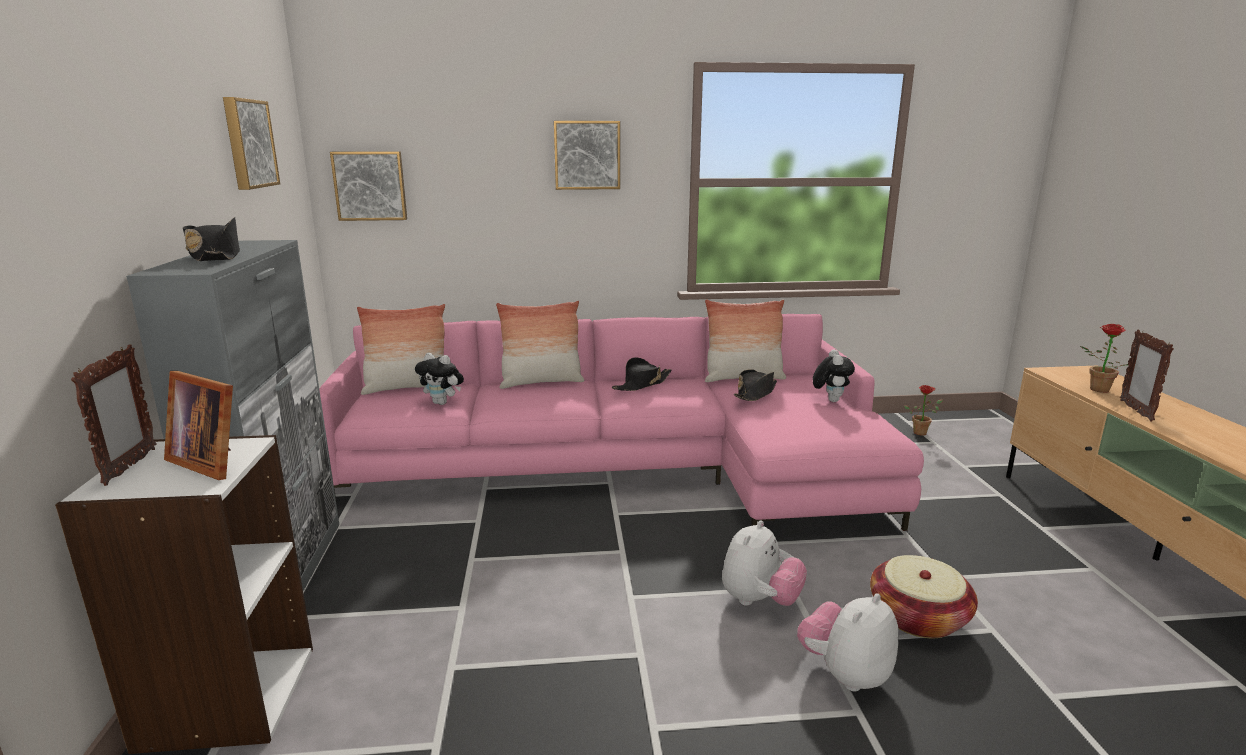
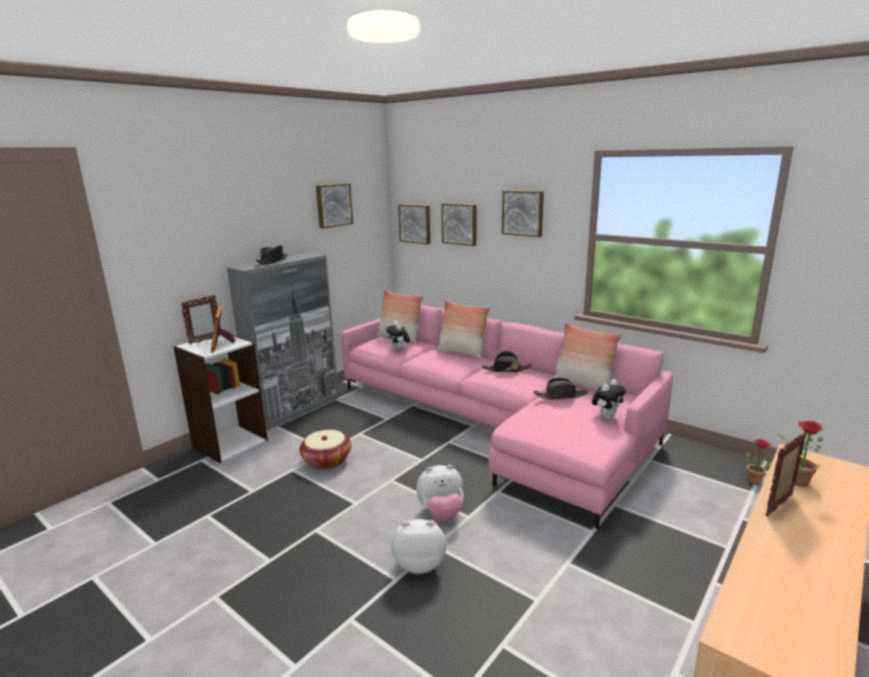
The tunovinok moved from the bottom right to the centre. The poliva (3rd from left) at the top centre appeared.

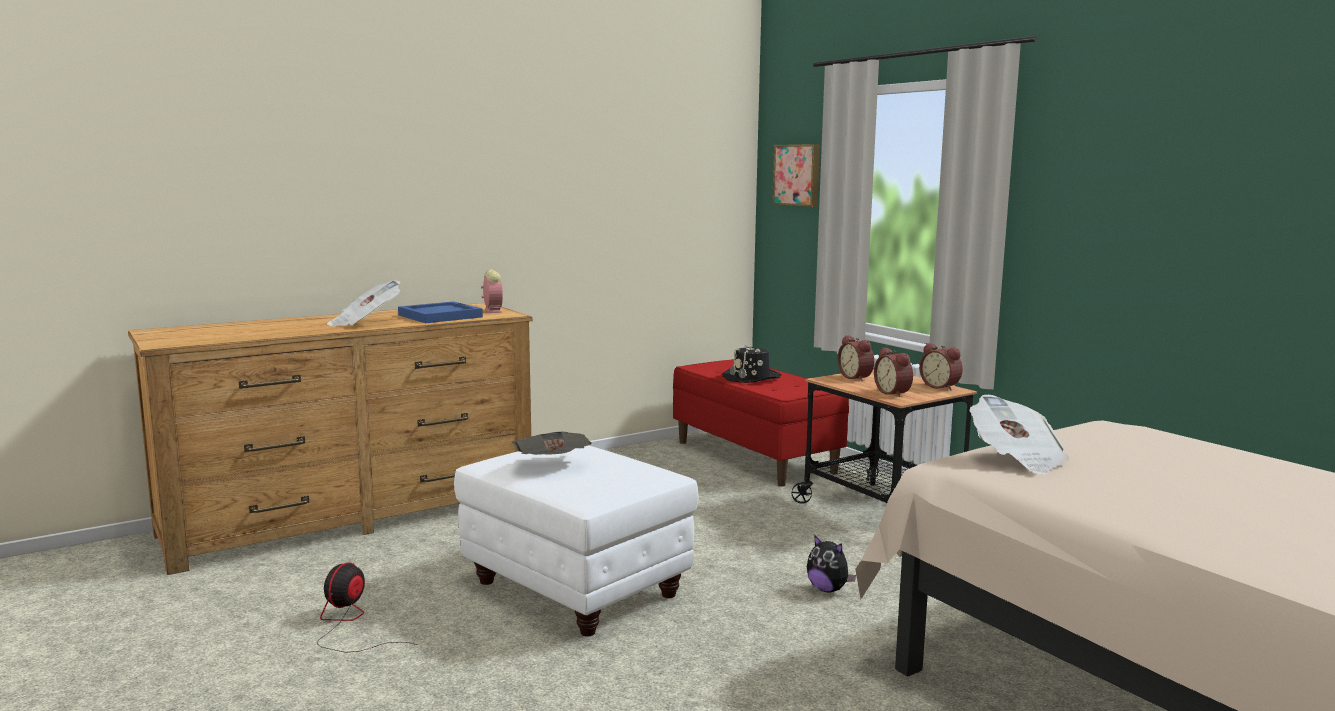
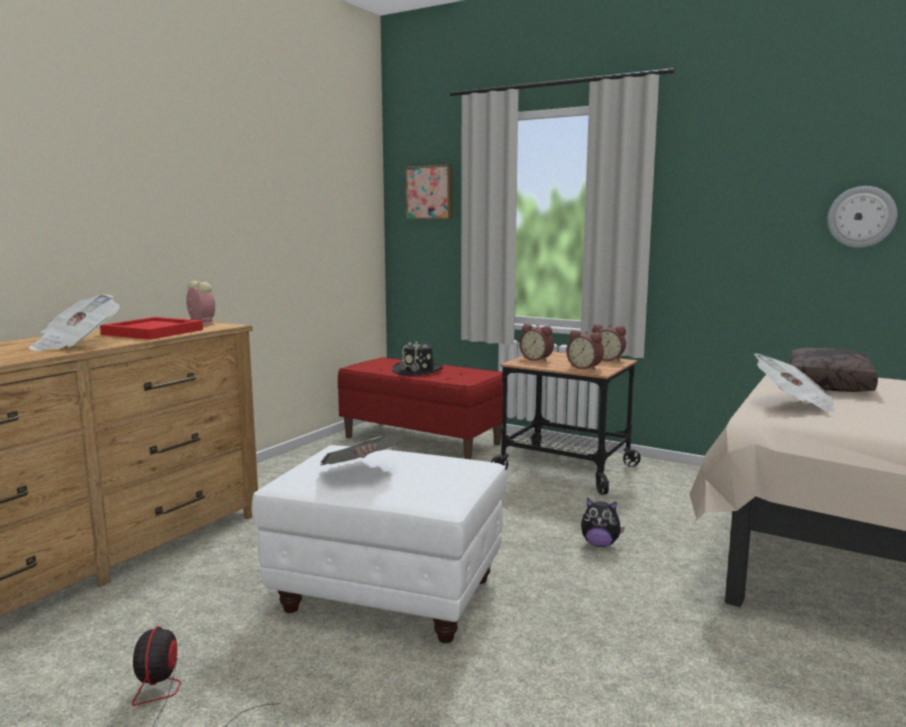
The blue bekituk at the middle left became the red bekituk at the middle left. The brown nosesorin at the middle right appeared. The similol at the top right appeared.

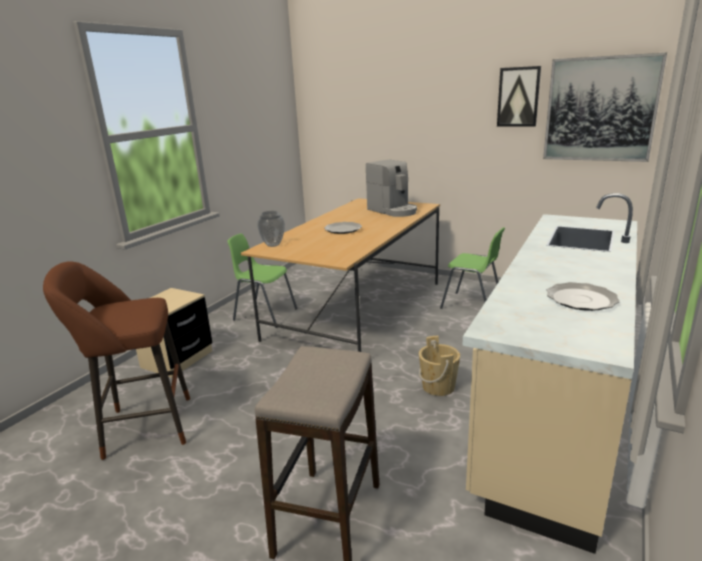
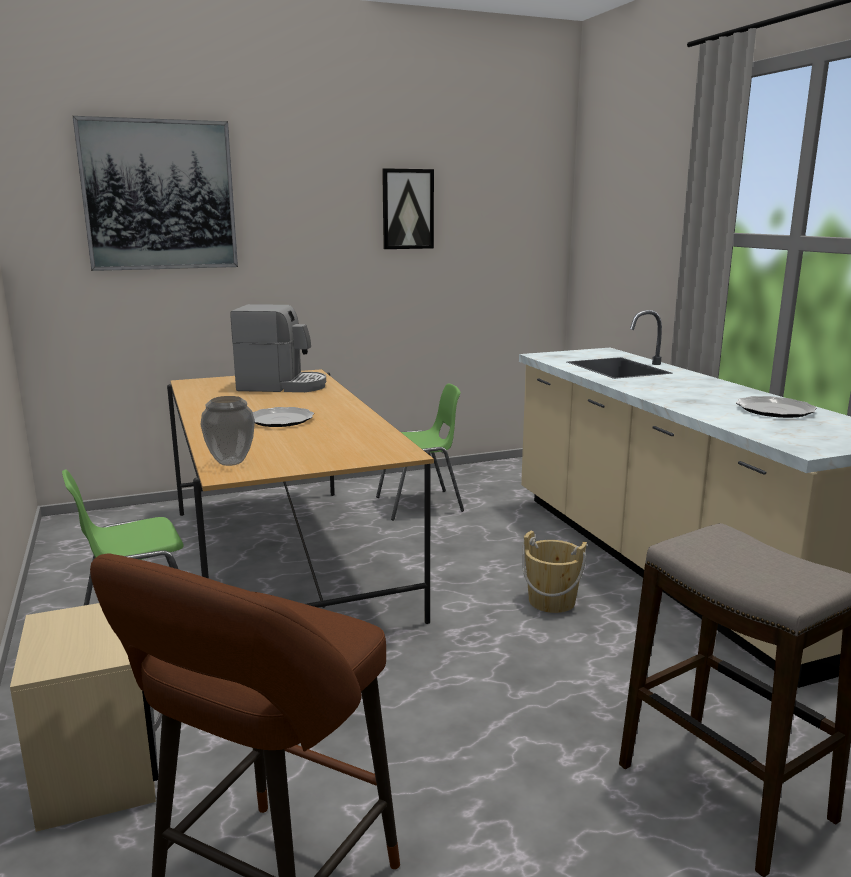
The poliva (2nd from left in the first image) moved from the top right to the top left.

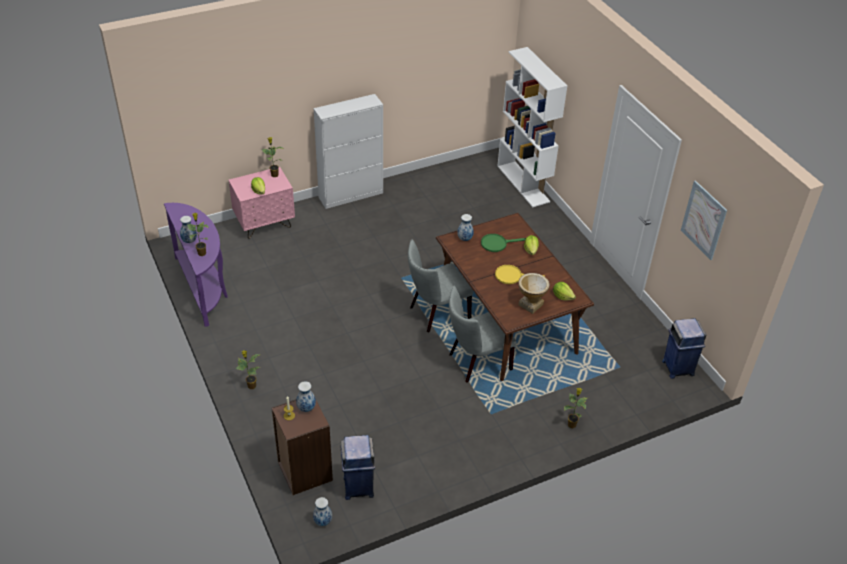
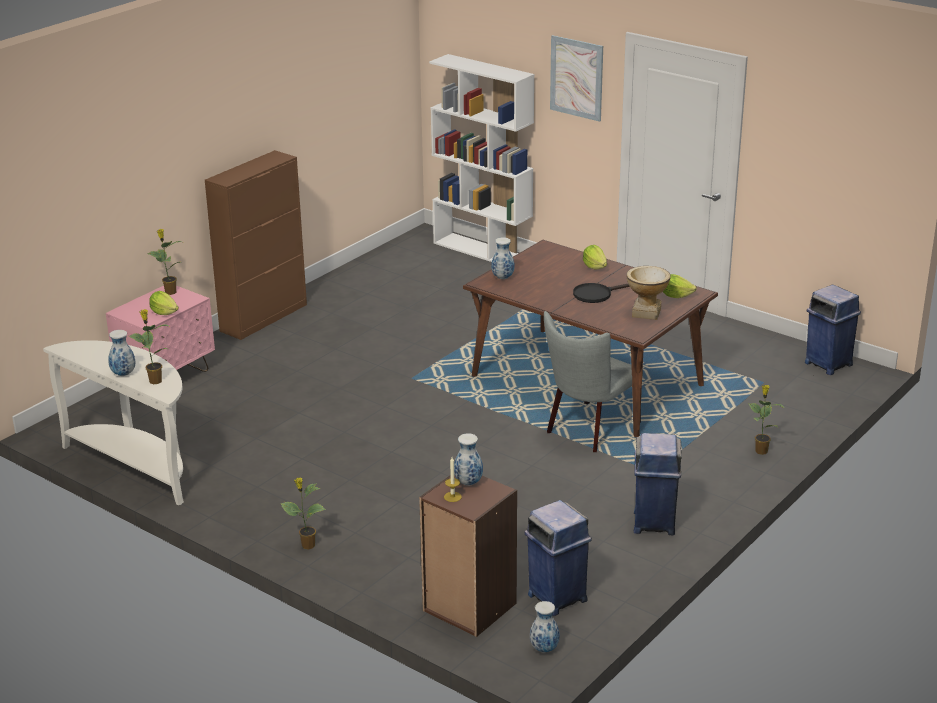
The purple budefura at the middle left became the white budefura at the middle left. The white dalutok at the top centre became the brown dalutok at the middle left. The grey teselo (1st from left) at the centre disappeared. The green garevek at the centre disappeared. The yellow garevek at the centre became the black garevek at the centre. The poliva moved from the middle right to the top centre. The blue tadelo (2nd from left) at the bottom right appeared.

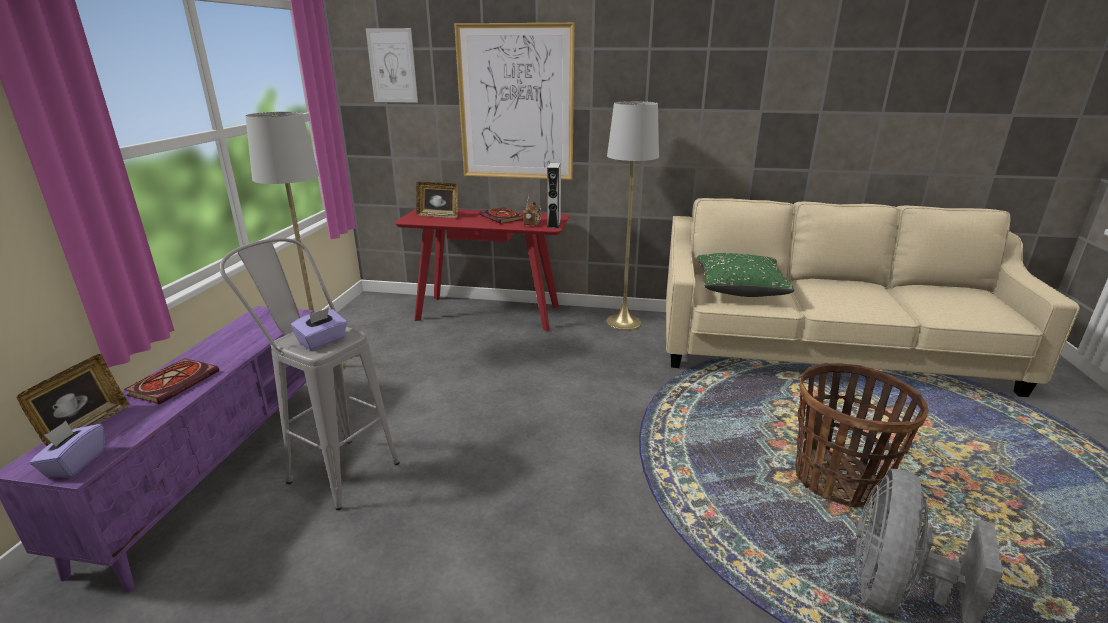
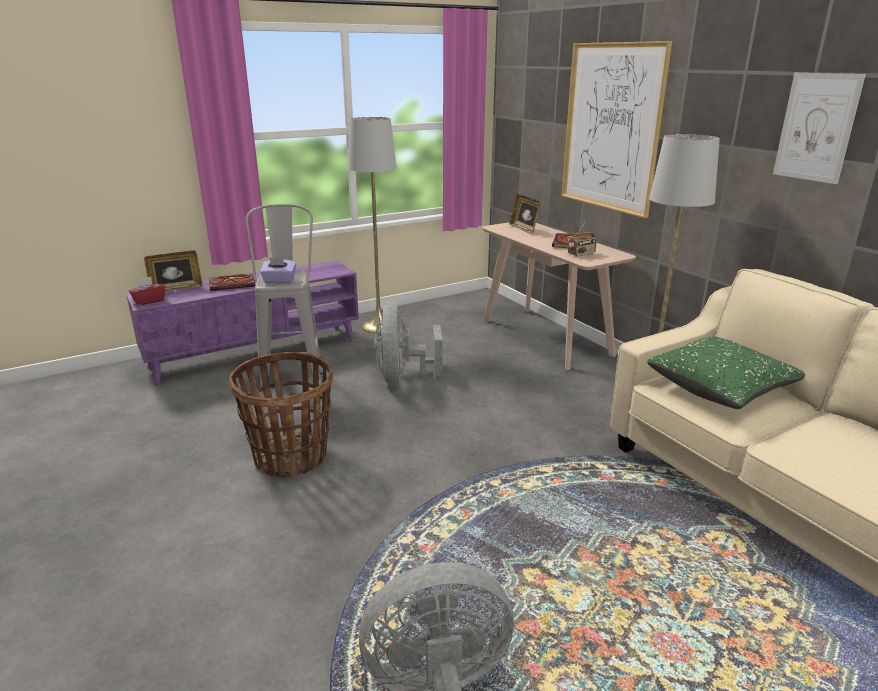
The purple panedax (1st from left) at the bottom left became the red panedax at the middle left. The poliva (1st from left in the first image) moved from the top centre to the top right. The red budefura at the centre became the beige budefura at the centre. The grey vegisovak at the top centre disappeared. The tunovinok moved from the bottom right to the middle left. The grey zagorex (1st from left) at the centre appeared.

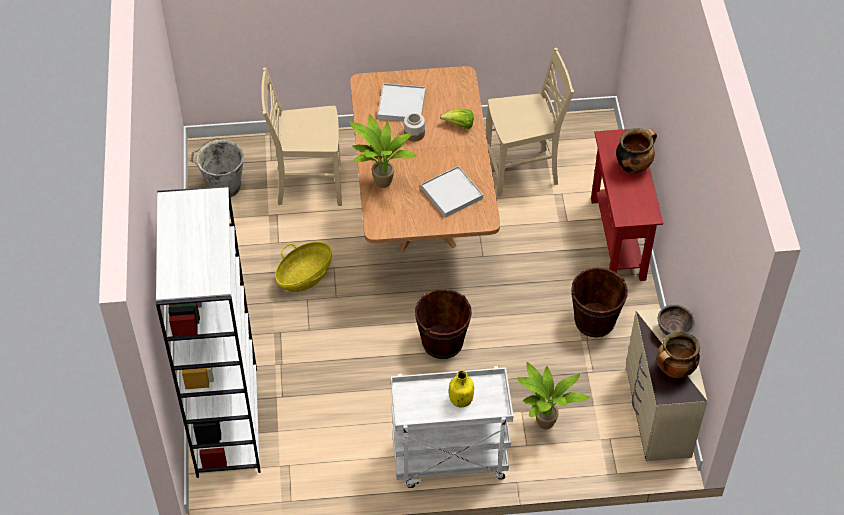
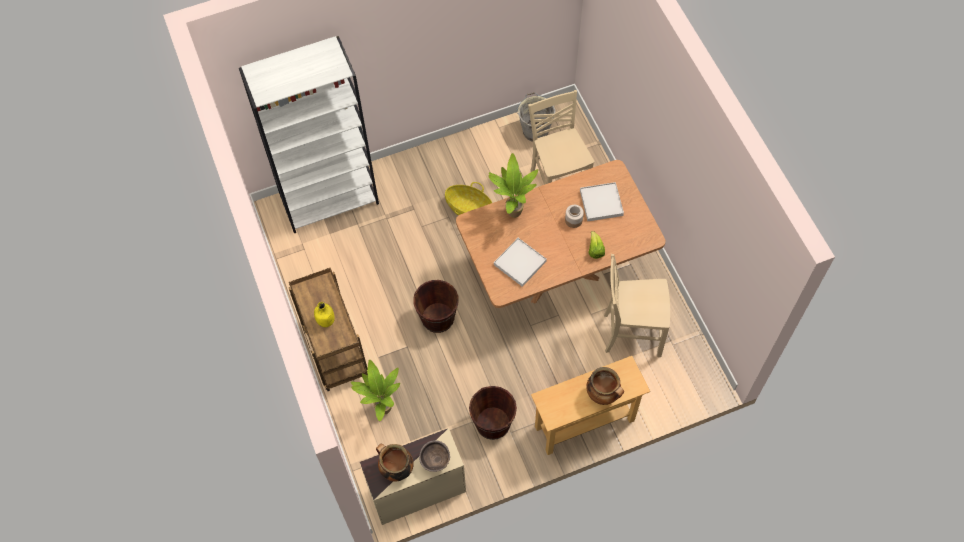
The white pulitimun at the bottom centre became the brown pulitimun at the centre. The beige teselo (2nd from left) at the top centre turned 120 degrees clockwise. The red budefura at the middle right became the beige budefura at the bottom centre.

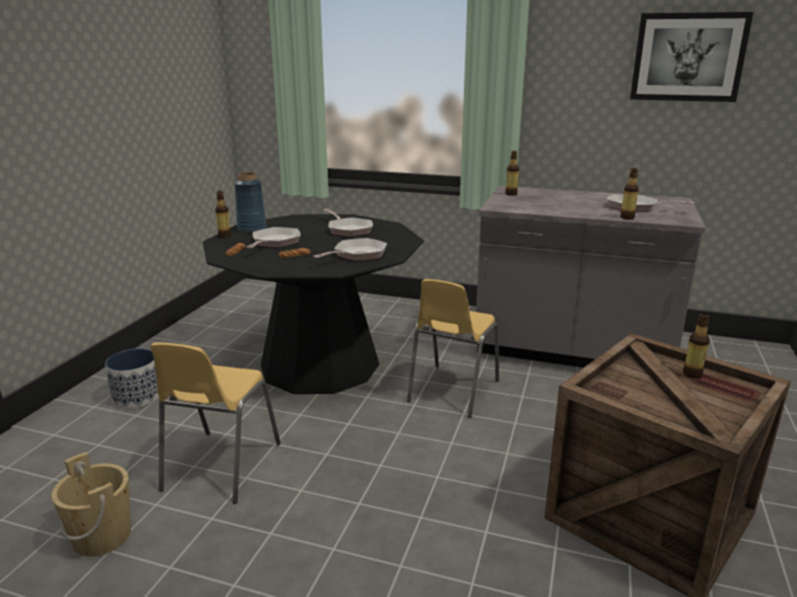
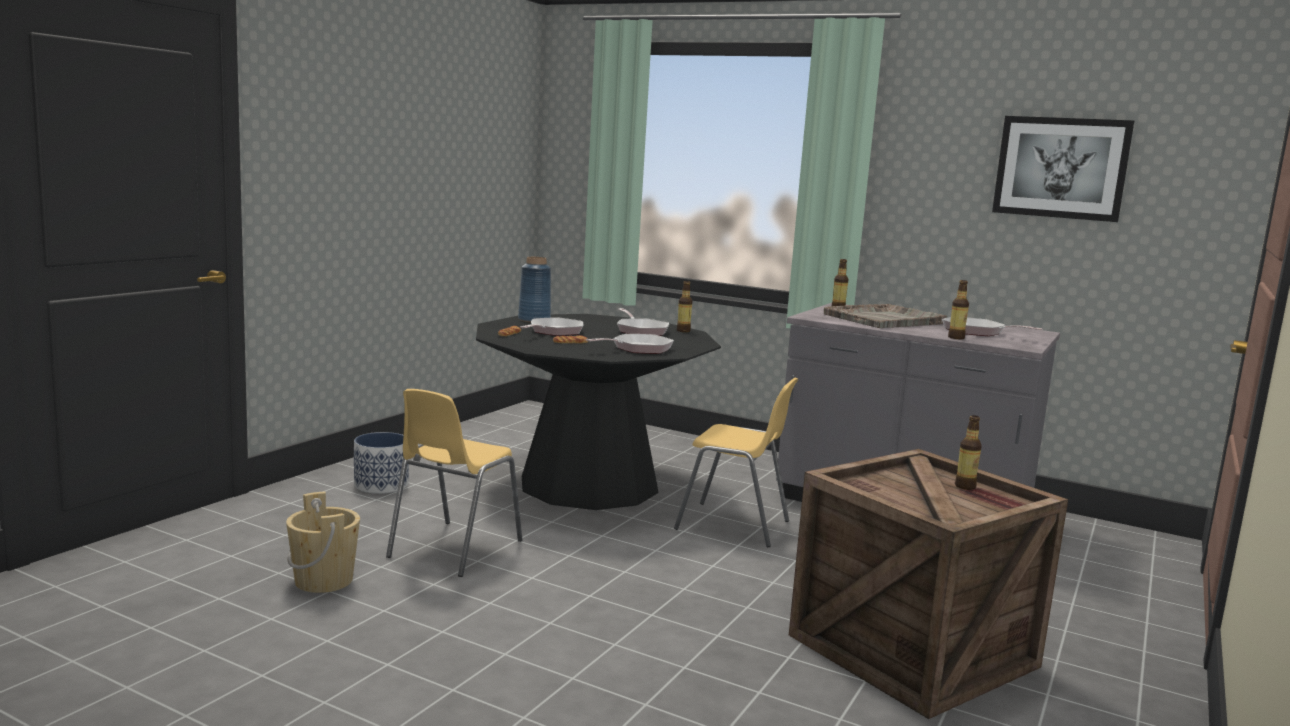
The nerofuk (1st from left) moved from the middle left to the centre. The yellow teselo (2nd from left) at the centre turned 105 degrees counterclockwise. The grey bekituk at the middle right appeared.

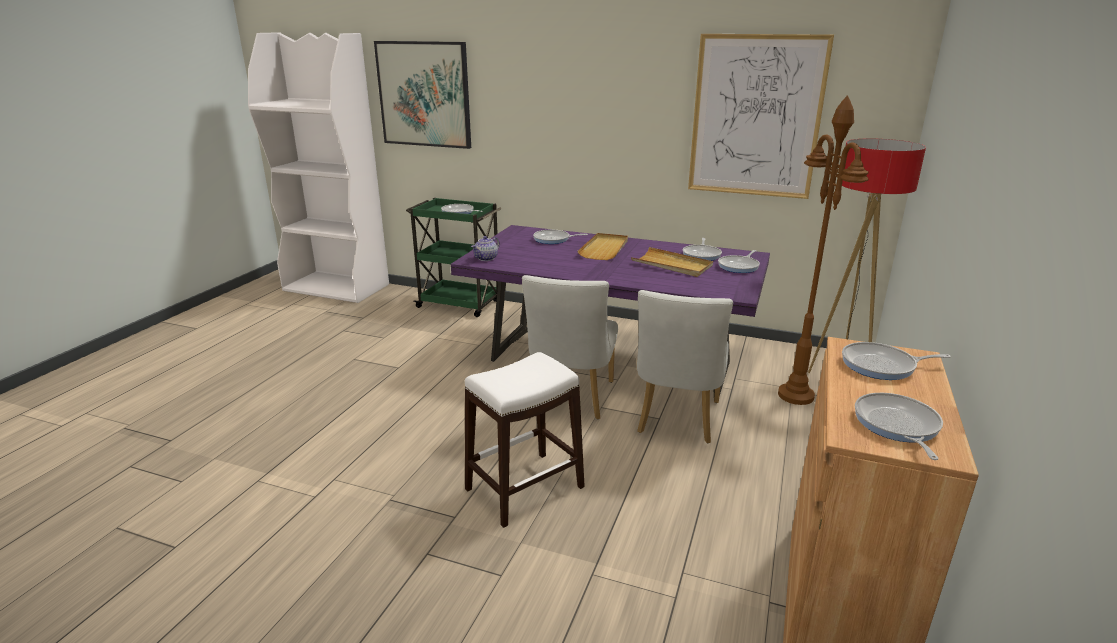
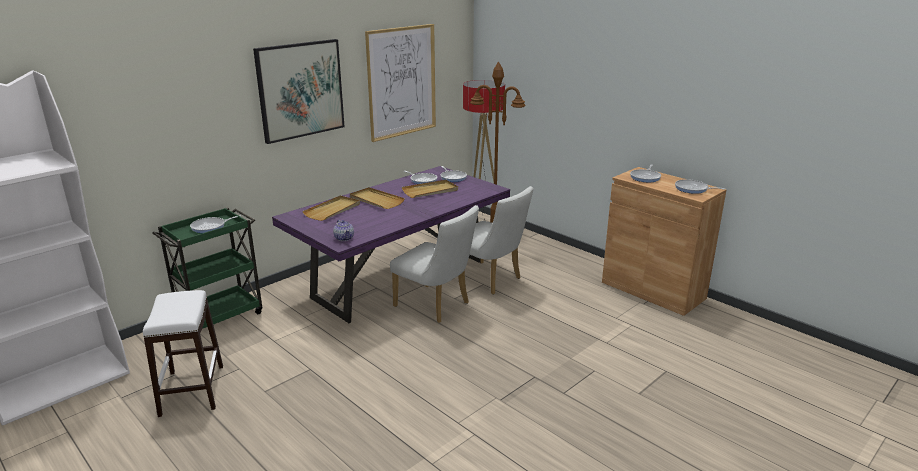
The poliva (1st from left) moved from the top centre to the top left. The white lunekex moved from the bottom centre to the bottom left. The garevek (2nd from left) at the centre was replaced by the beige bekituk (1st from left) at the centre.

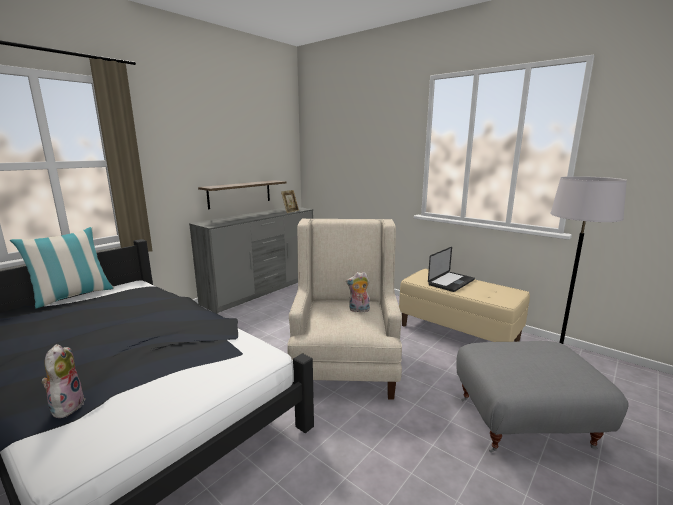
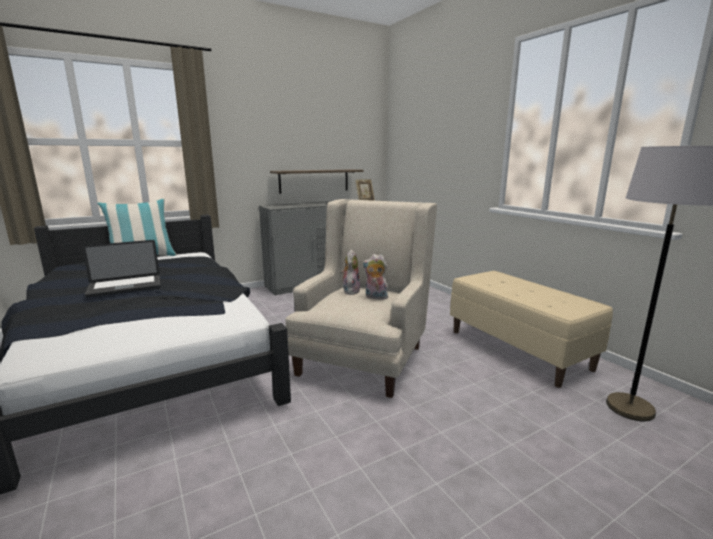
The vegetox (1st from left) moved from the bottom left to the centre. The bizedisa moved from the middle right to the middle left. The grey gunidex at the bottom right disappeared.

